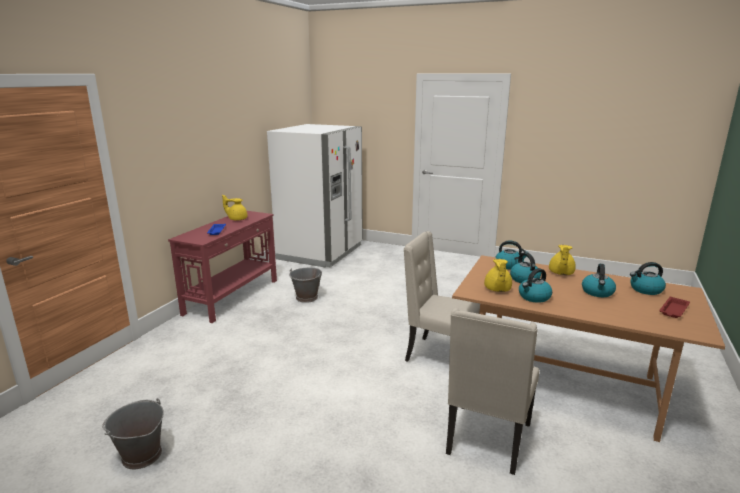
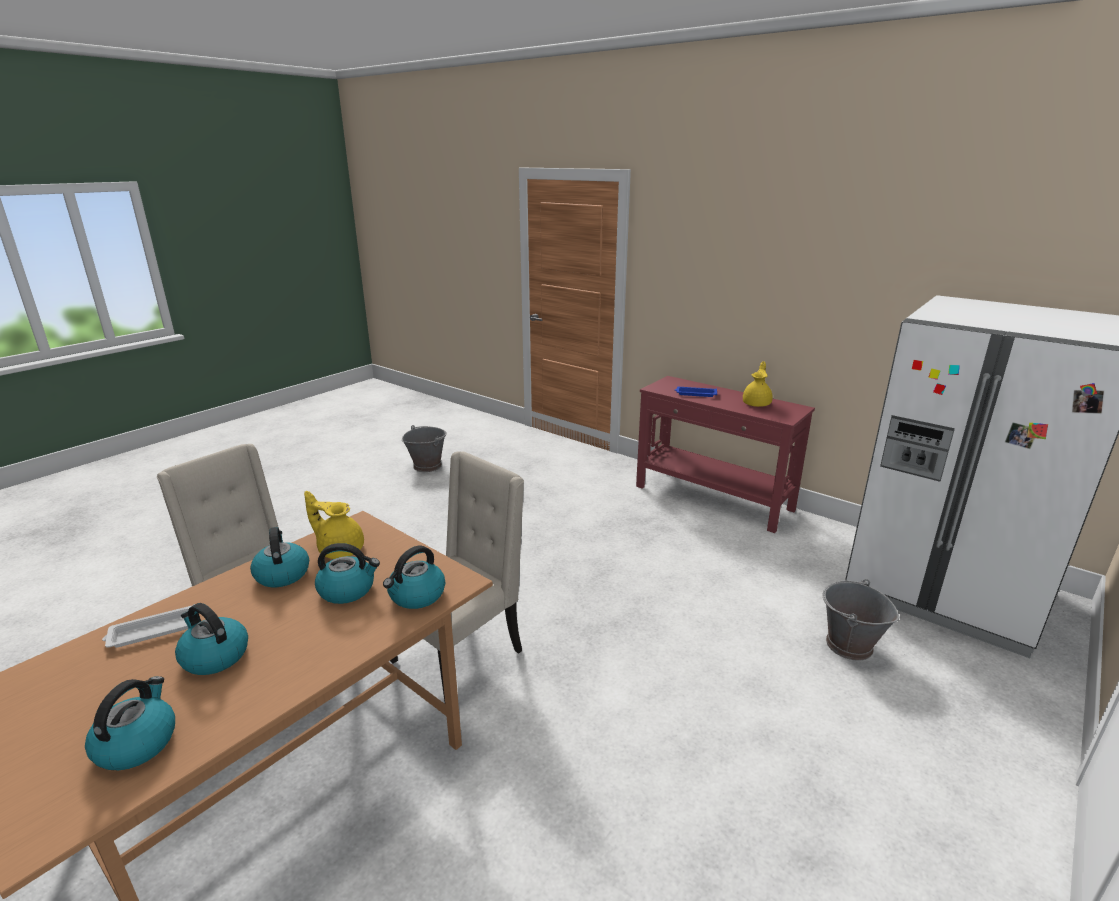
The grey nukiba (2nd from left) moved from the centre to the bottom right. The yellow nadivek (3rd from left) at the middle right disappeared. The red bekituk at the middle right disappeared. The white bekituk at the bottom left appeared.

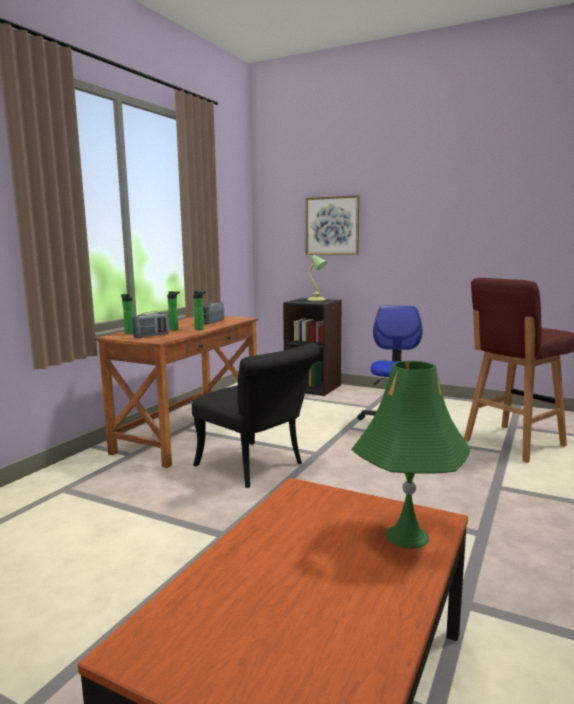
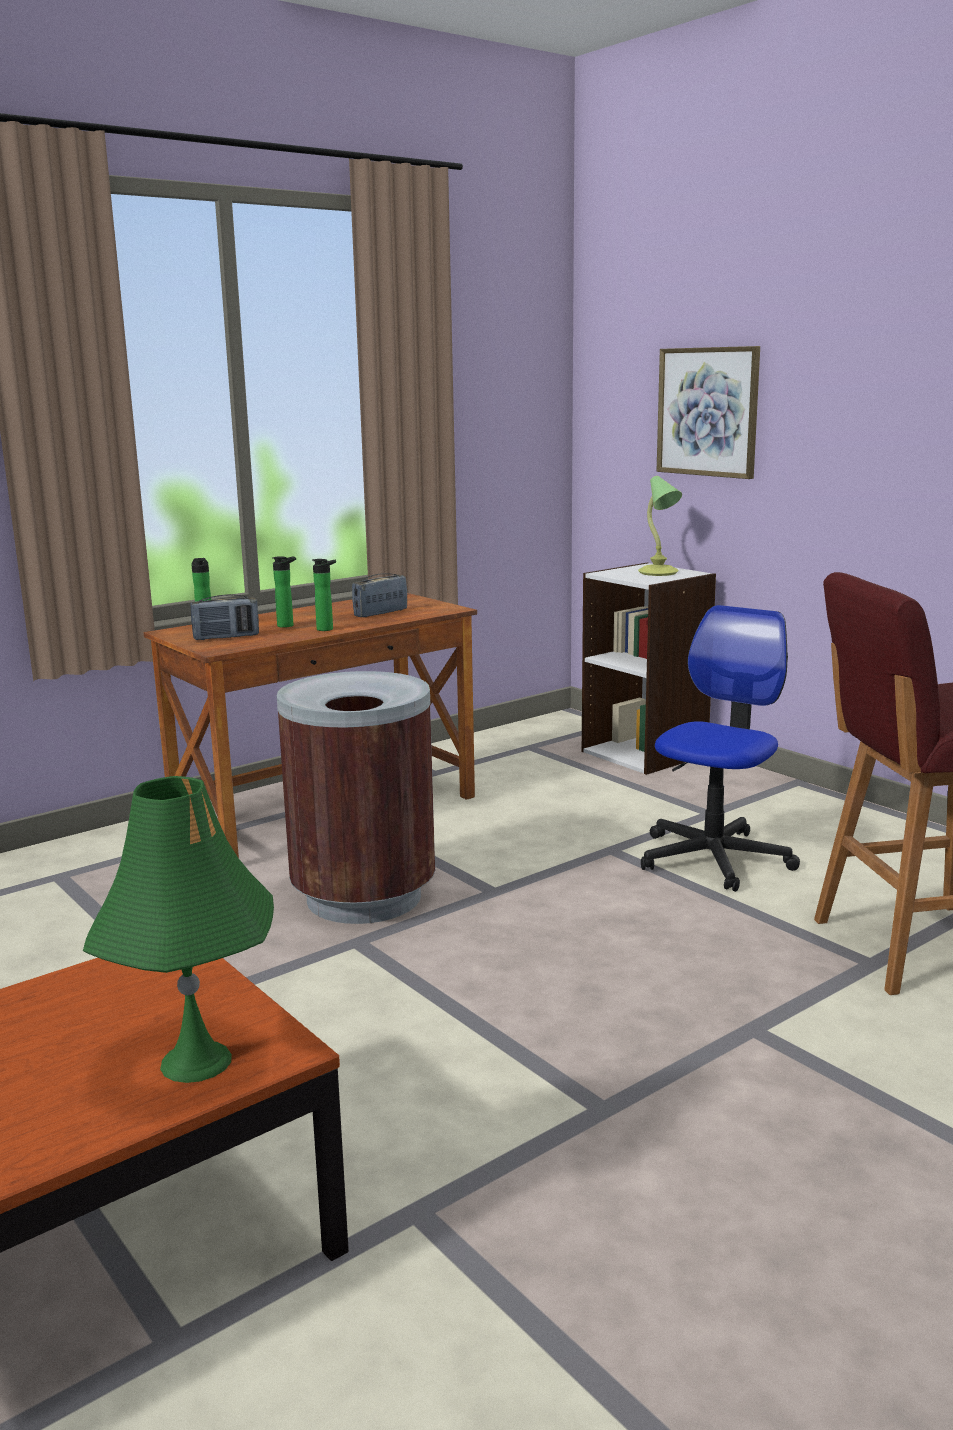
The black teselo at the centre was replaced by the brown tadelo at the centre. The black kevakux at the centre became the white kevakux at the middle right.

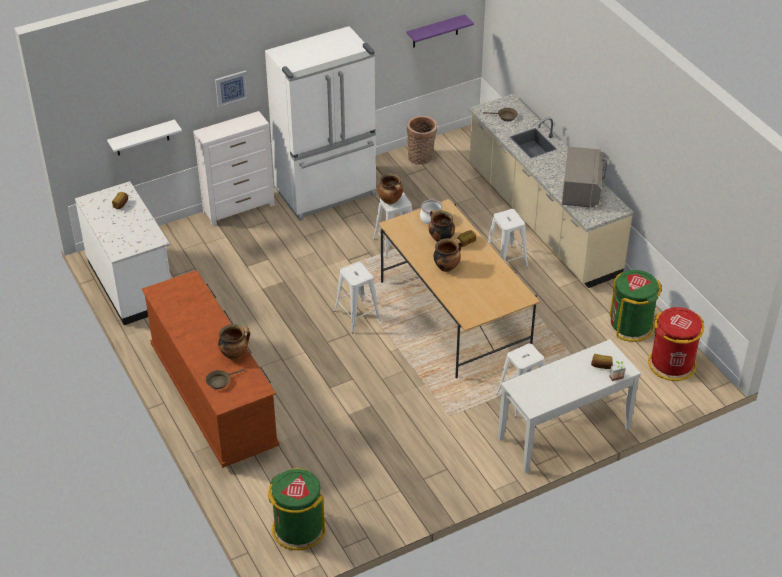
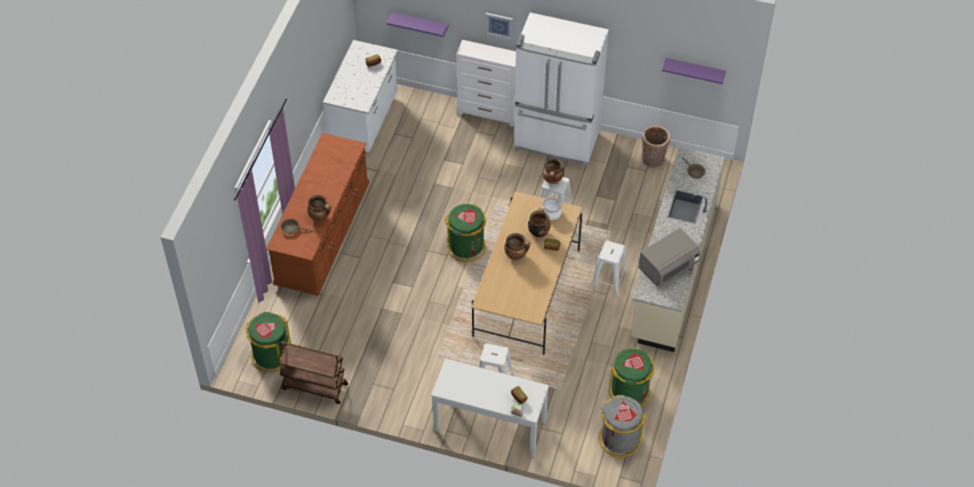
The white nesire at the top left became the purple nesire (1st from left) at the top centre. The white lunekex (1st from left) at the centre was replaced by the green tadelo (2nd from left) at the centre. The red tadelo at the middle right became the grey tadelo at the bottom centre. The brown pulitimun at the bottom left appeared.

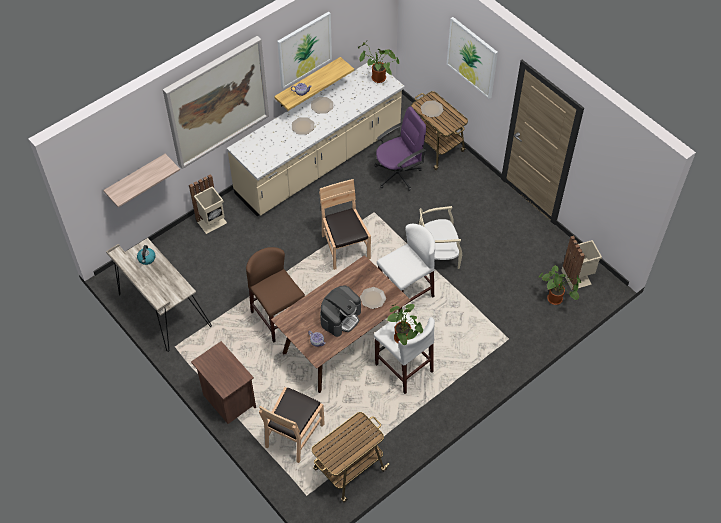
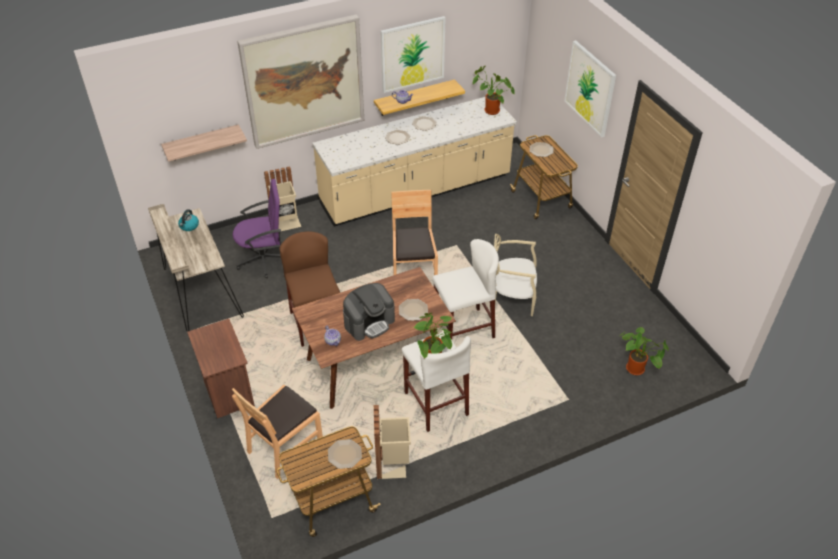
The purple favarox moved from the top centre to the middle left. The beige tadelo (2nd from left) moved from the middle right to the bottom centre. The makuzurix (1st from left) at the bottom centre appeared.

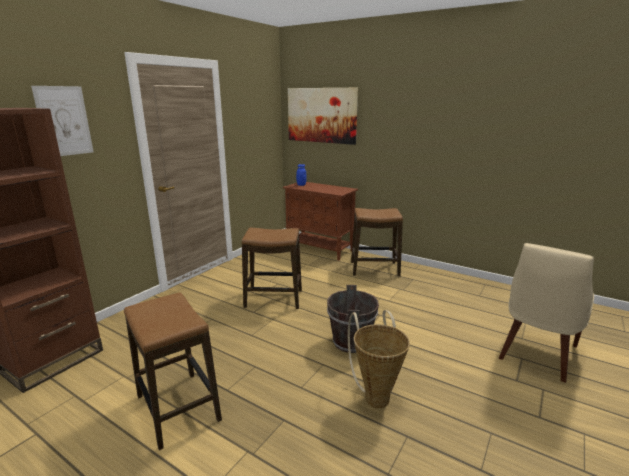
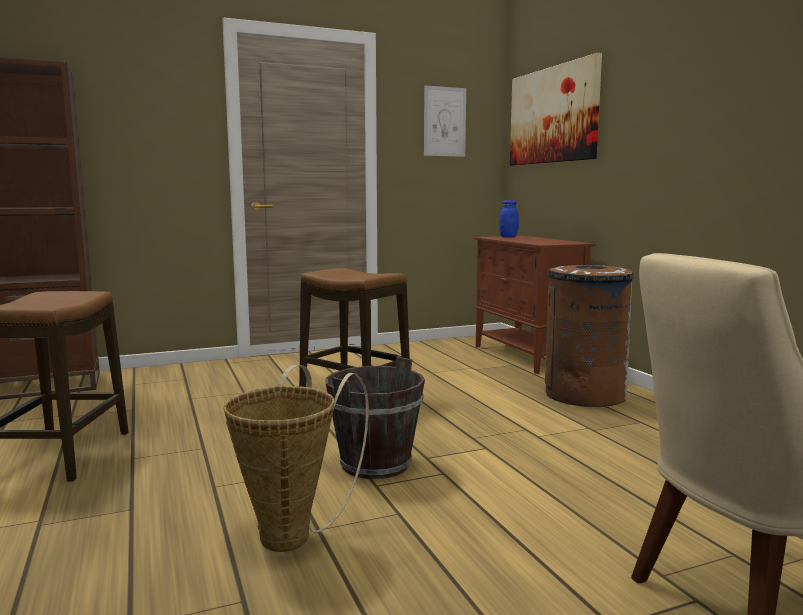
The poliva (1st from left) moved from the top left to the top centre. The lunekex (3rd from left) at the centre was replaced by the brown tadelo at the middle right.

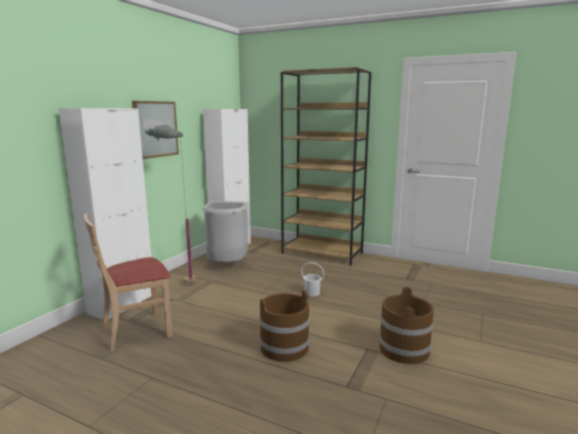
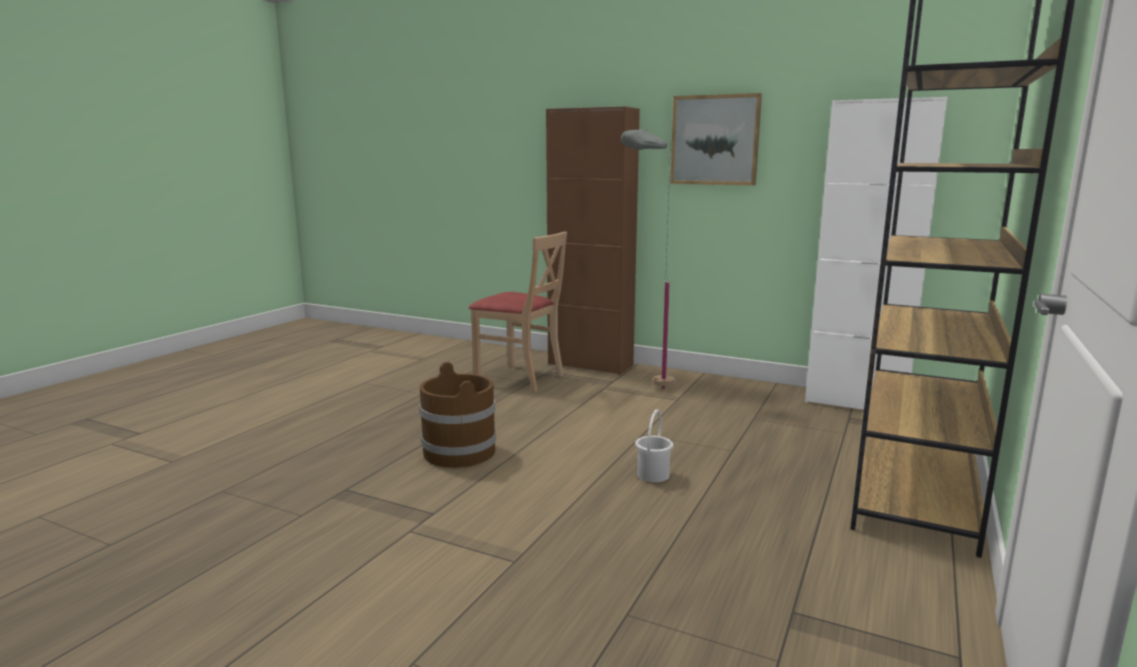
The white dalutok (1st from left) at the middle left became the brown dalutok at the centre. The beige teselo at the middle left turned 150 degrees clockwise. The grey tadelo at the centre disappeared. The brown nukiba (2nd from left) at the bottom right disappeared.

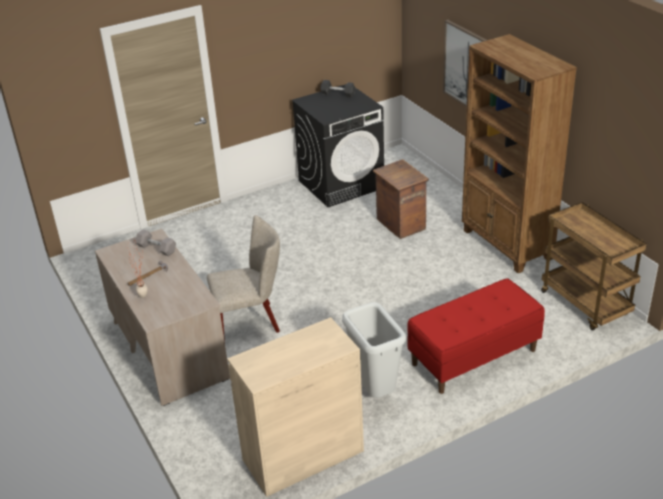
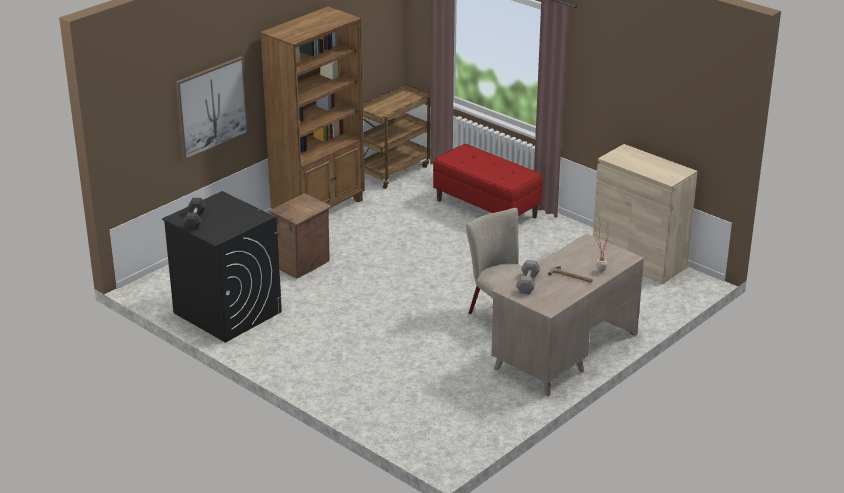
The grey tadelo at the bottom centre disappeared.

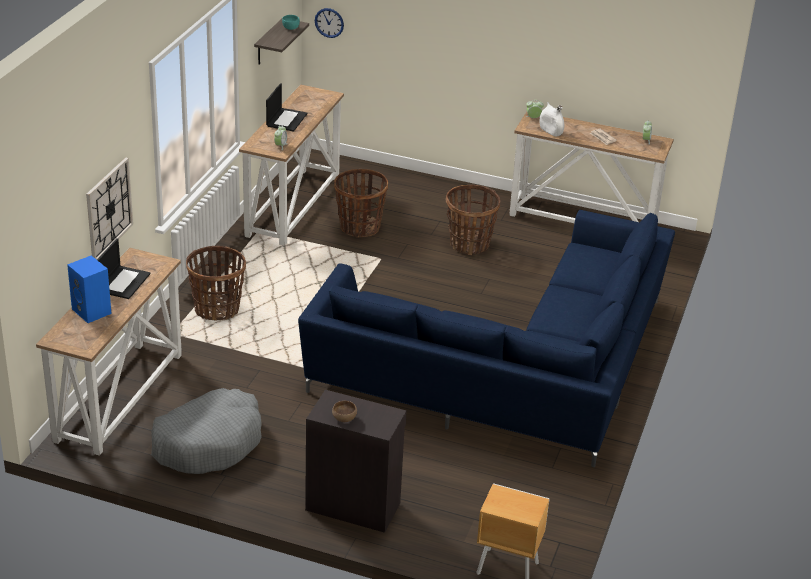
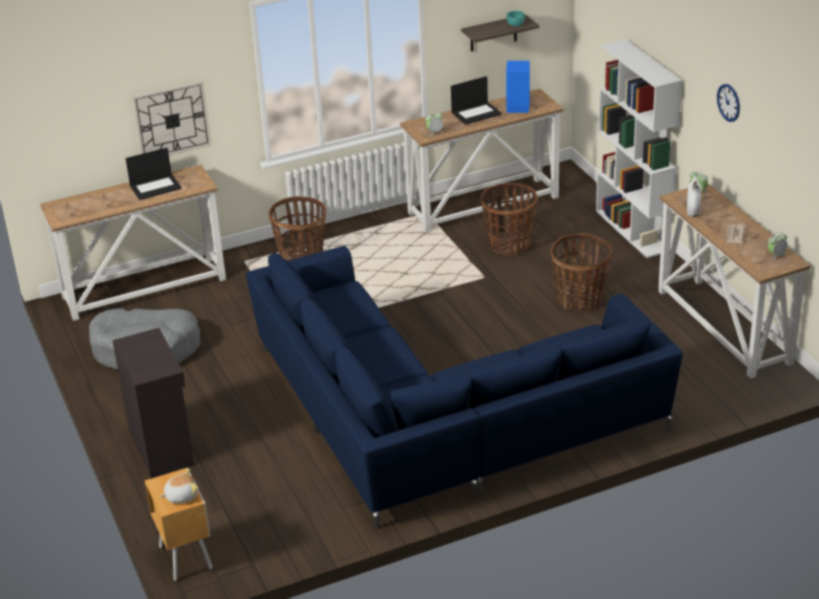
The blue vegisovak moved from the middle left to the top centre. The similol (2nd from left) moved from the top centre to the top right. The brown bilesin at the bottom centre disappeared. The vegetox at the bottom left appeared. The white kevakux at the top right appeared.

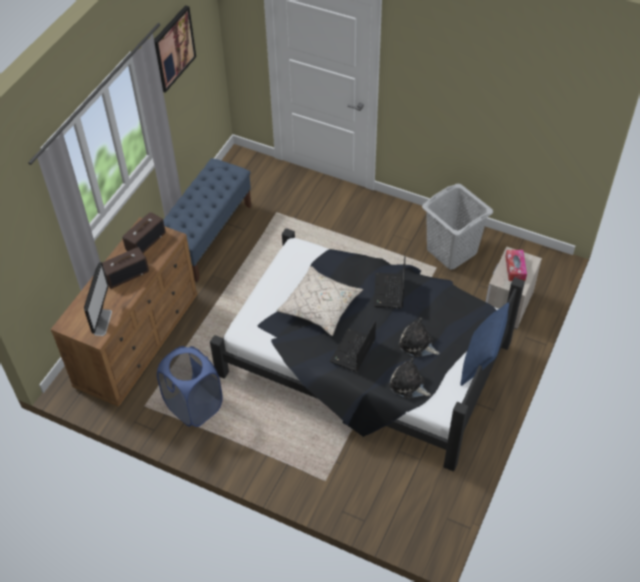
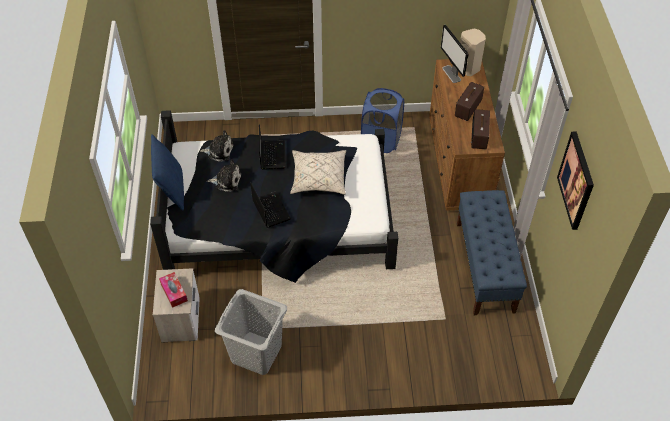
The beige vegisovak at the top right appeared.

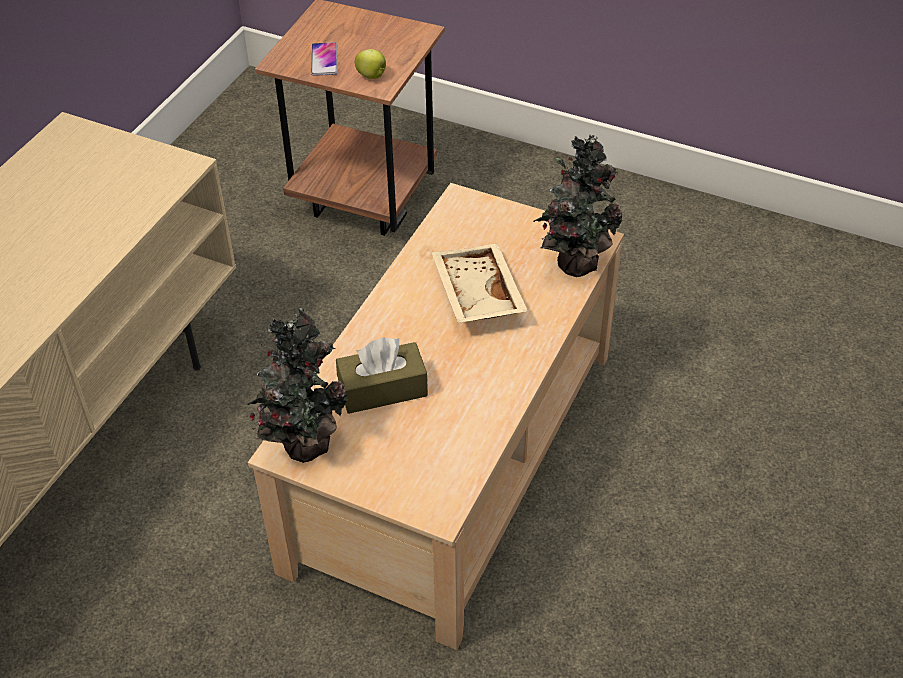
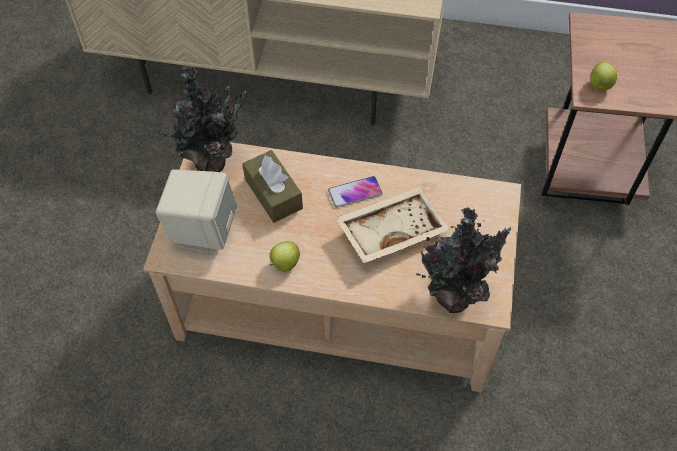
The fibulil moved from the top centre to the centre. The beige vegisovak at the middle left appeared. The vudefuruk (1st from left) at the centre appeared.

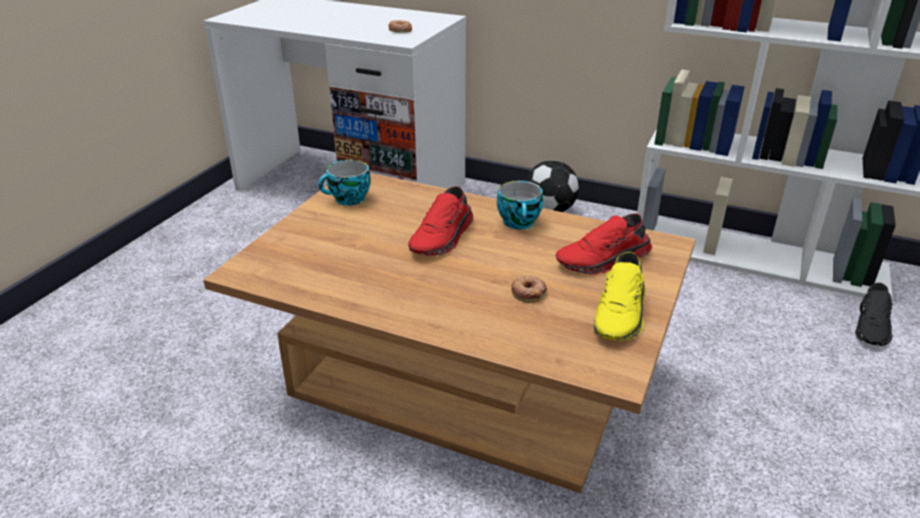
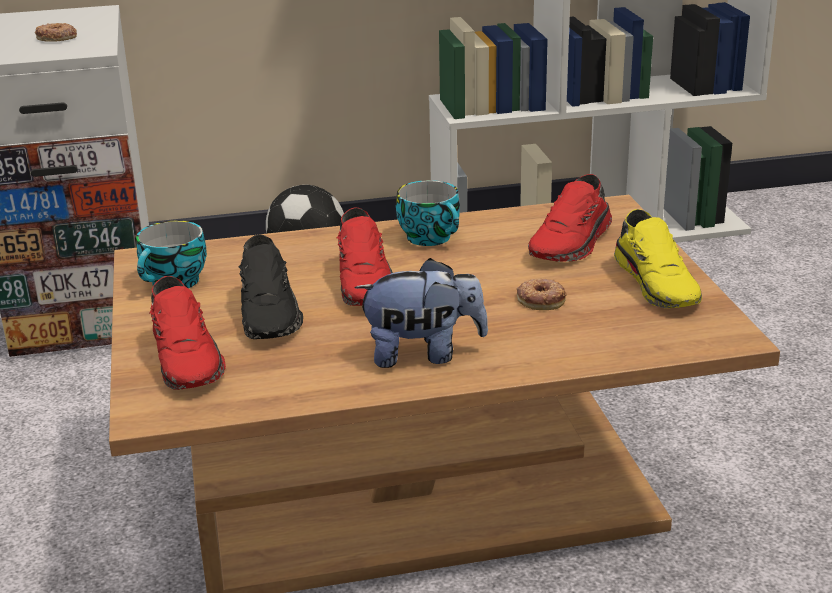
The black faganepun moved from the middle right to the middle left. The red faganepun (1st from left) at the middle left appeared. The vegetox at the centre appeared.

